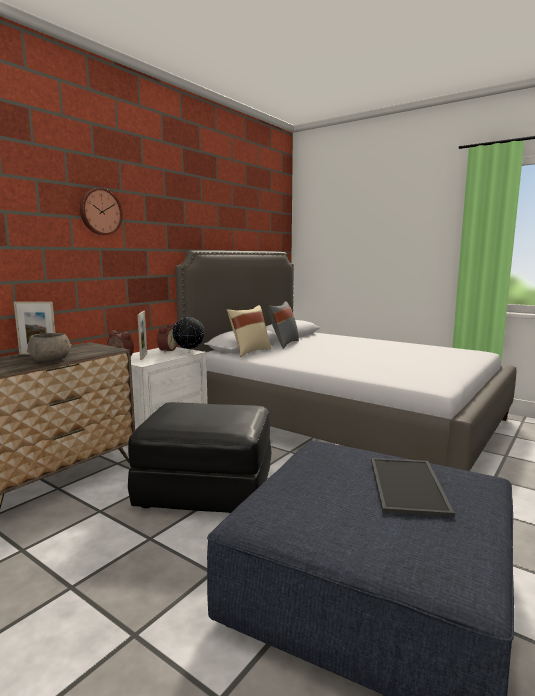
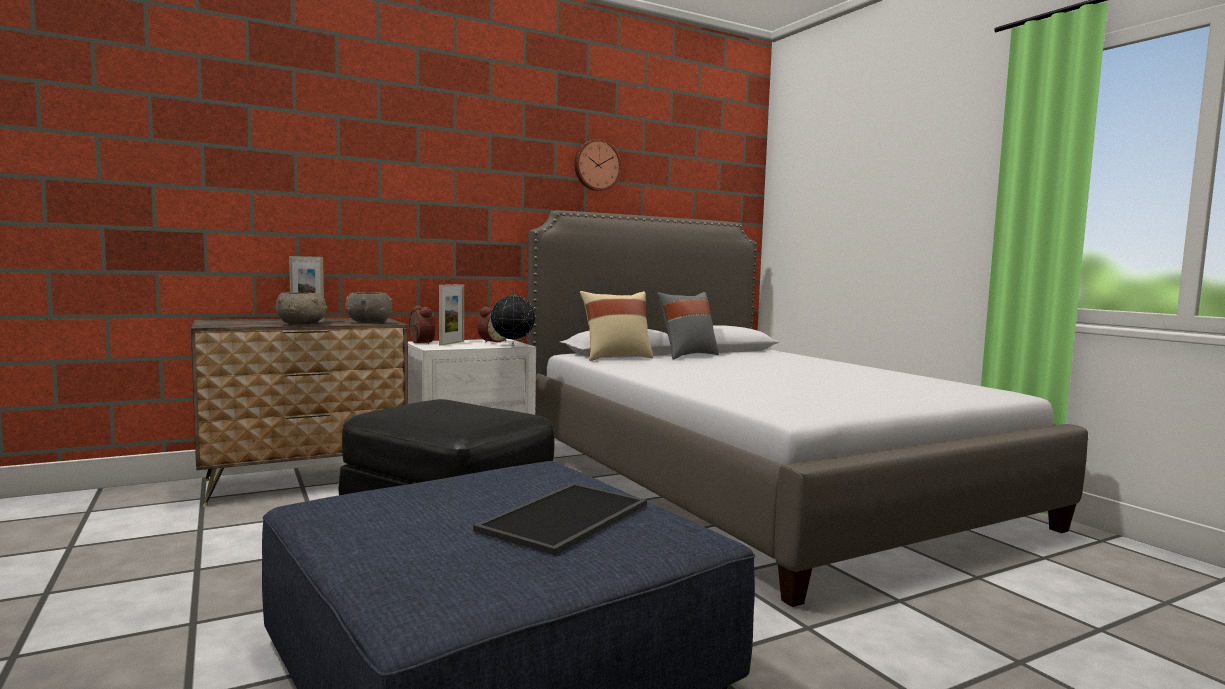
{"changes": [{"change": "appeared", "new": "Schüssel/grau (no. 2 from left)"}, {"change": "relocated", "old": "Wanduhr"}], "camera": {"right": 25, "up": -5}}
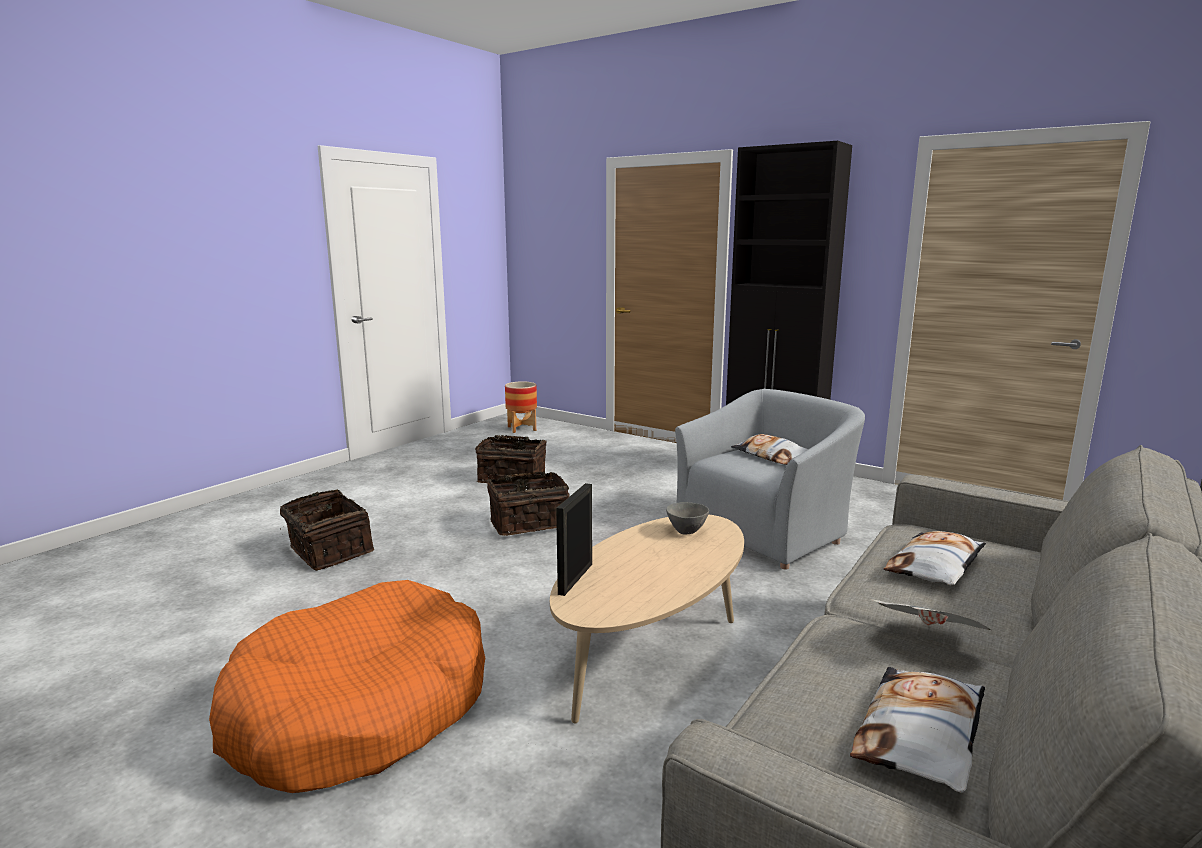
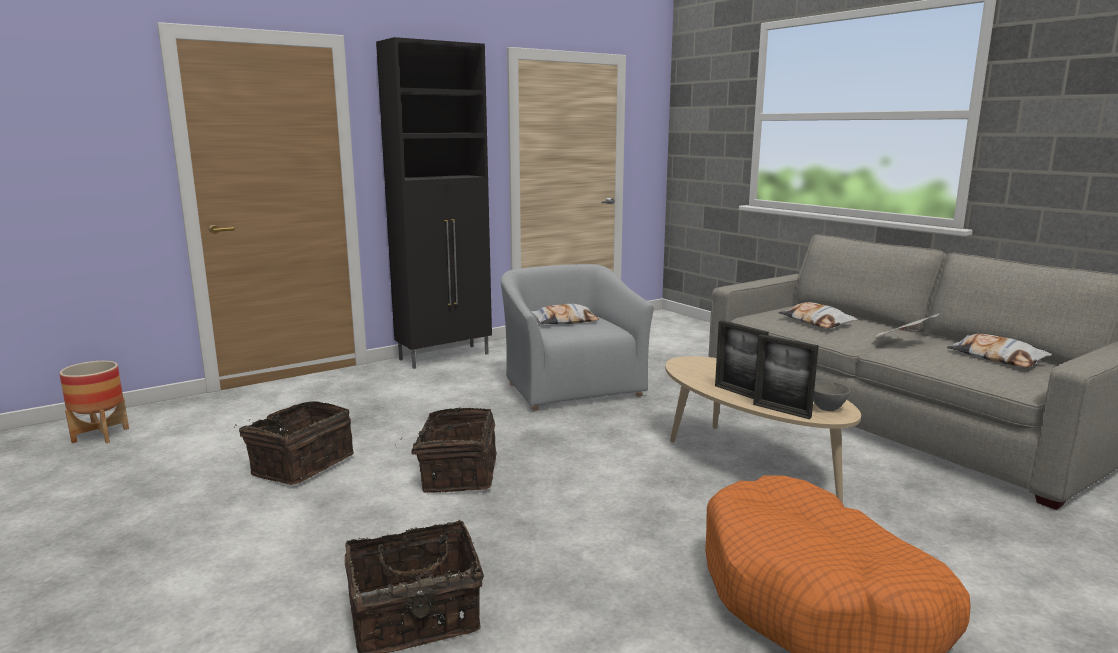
{"changes": [{"change": "appeared", "new": "Bilderrahmen (no. 1 from left)"}, {"change": "relocated", "old": "Schüssel/grau"}], "camera": {"right": -70, "up": 0}}
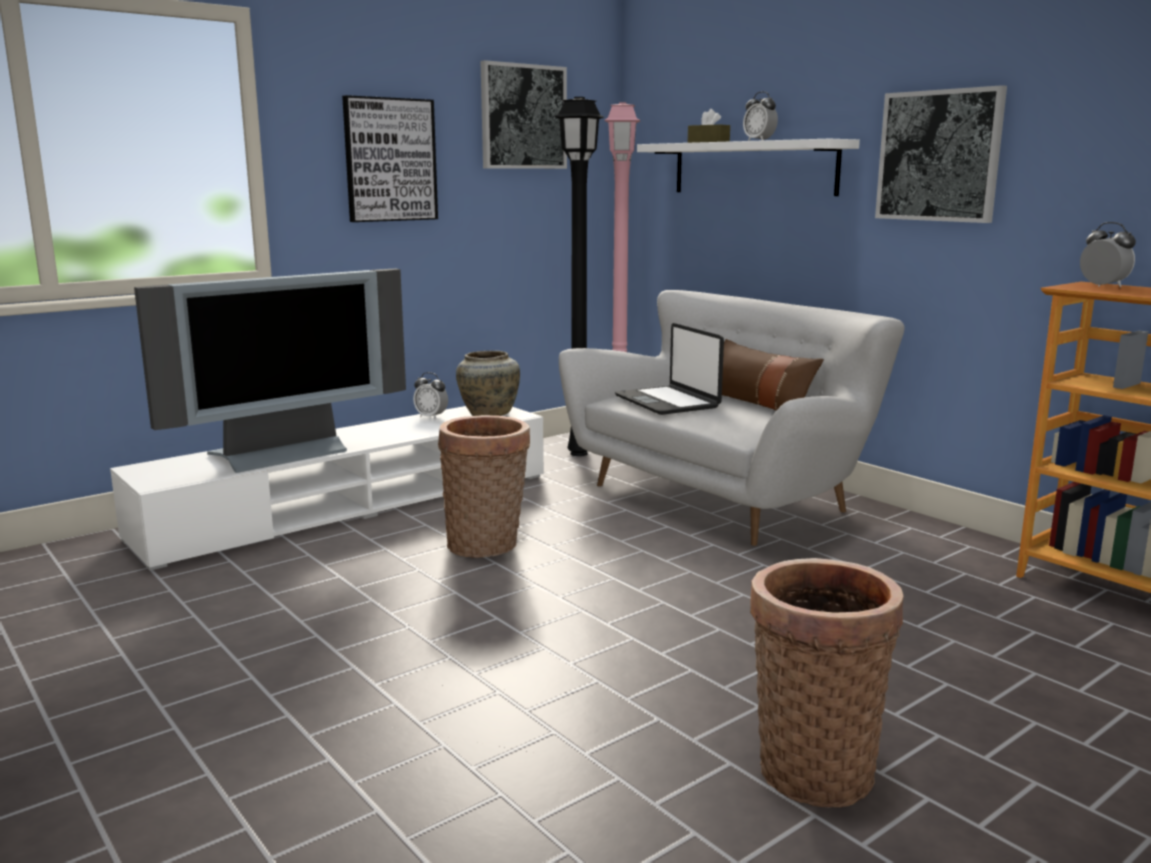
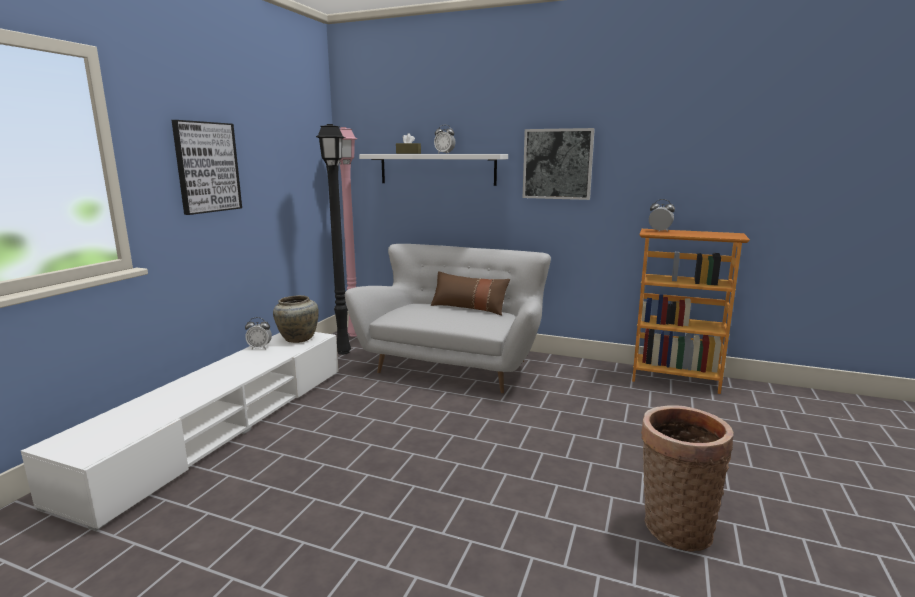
{"changes": [{"change": "missing", "old": "Fernseher"}, {"change": "missing", "old": "Korb (no. 1 from left)"}, {"change": "missing", "old": "Bild (no. 2 from left)"}, {"change": "missing", "old": "Laptop"}], "camera": {"right": -30, "up": 0}}
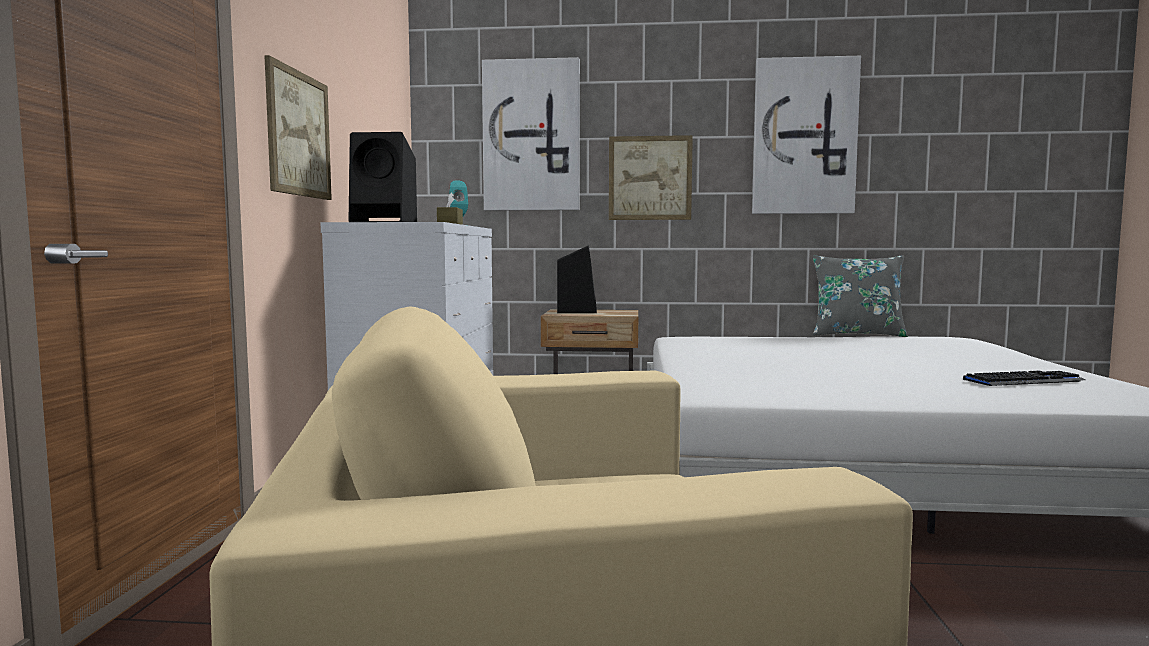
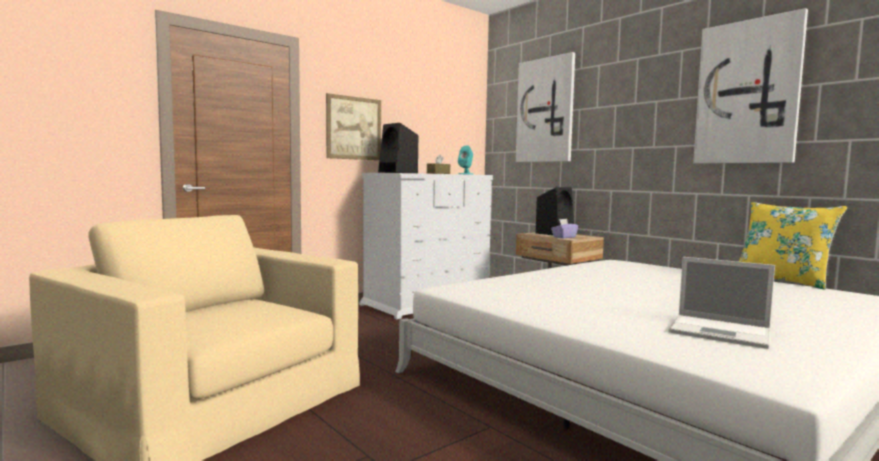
{"changes": [{"change": "appeared", "new": "Taschentuchbox/lila"}, {"change": "exchanged", "old": "Tastatur", "new": "Laptop"}, {"change": "colour", "old": "Kissen/grau", "new": "Kissen/gelb"}, {"change": "missing", "old": "Bild (no. 3 from left)"}], "camera": {"right": 45, "up": 0}}
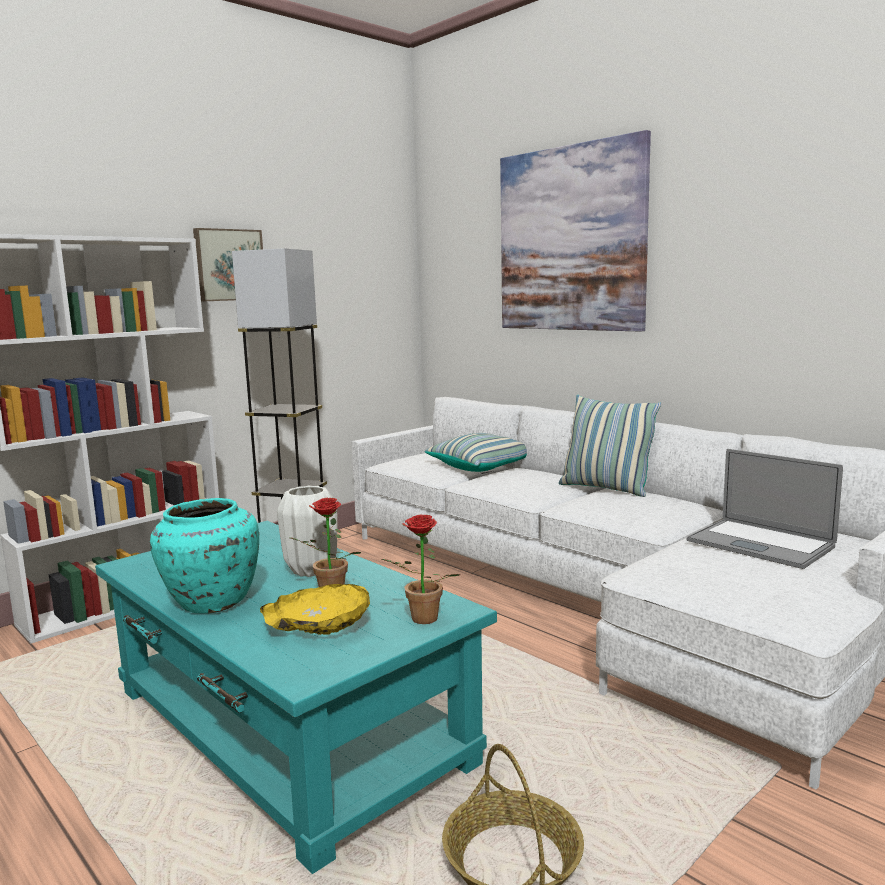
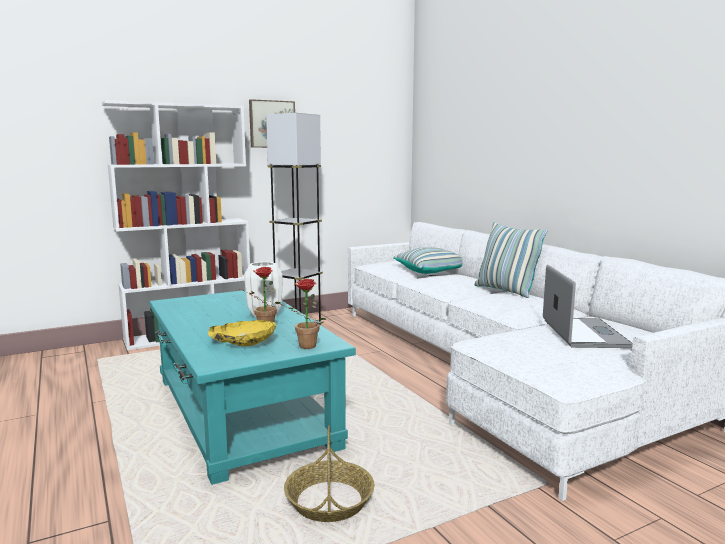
{"changes": [{"change": "spun", "old": "Laptop", "degrees": -150}, {"change": "missing", "old": "Vase/türkis"}, {"change": "missing", "old": "Bild (no. 2 from left)"}], "camera": {"right": 15, "up": 0}}
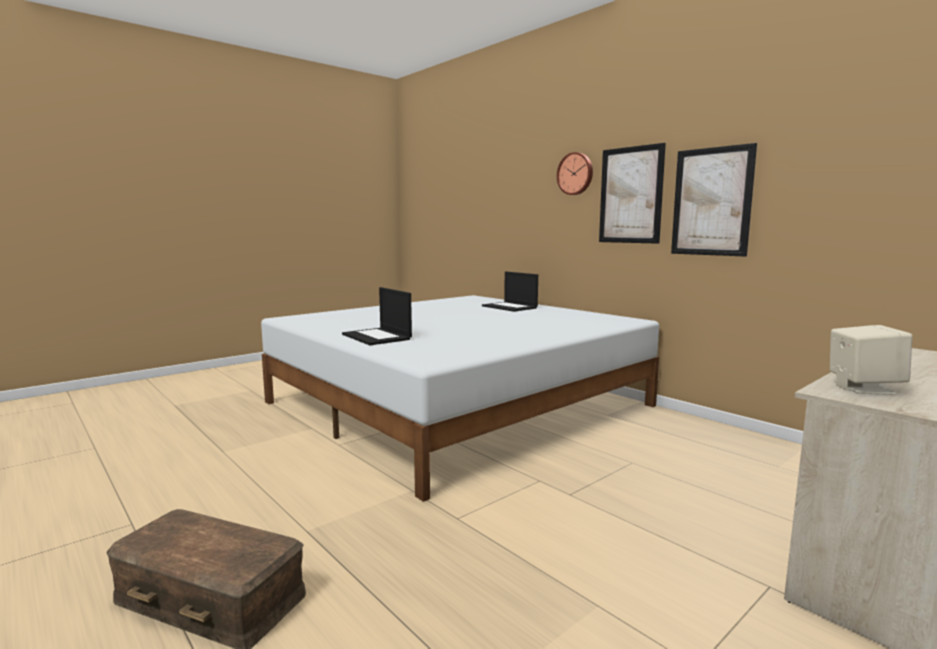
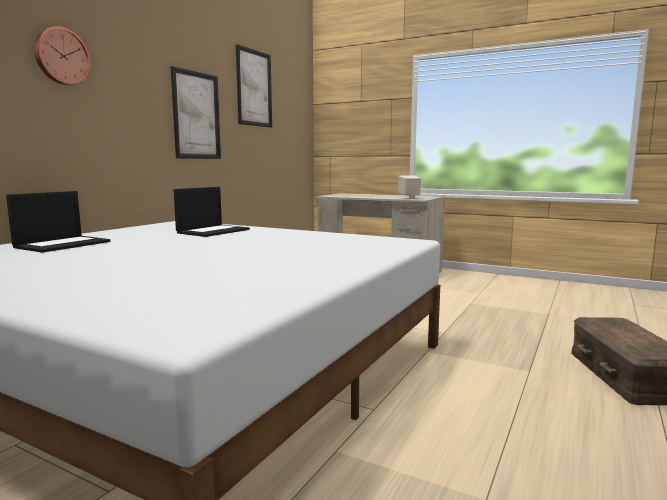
{"changes": [{"change": "relocated", "old": "Laptop (no. 1 from left in the first image)", "new": "Laptop (no. 2 from left)"}, {"change": "relocated", "old": "Bild (no. 1 from left in the first image)", "new": "Bild (no. 2 from left)"}], "camera": {"right": -110, "up": 0}}
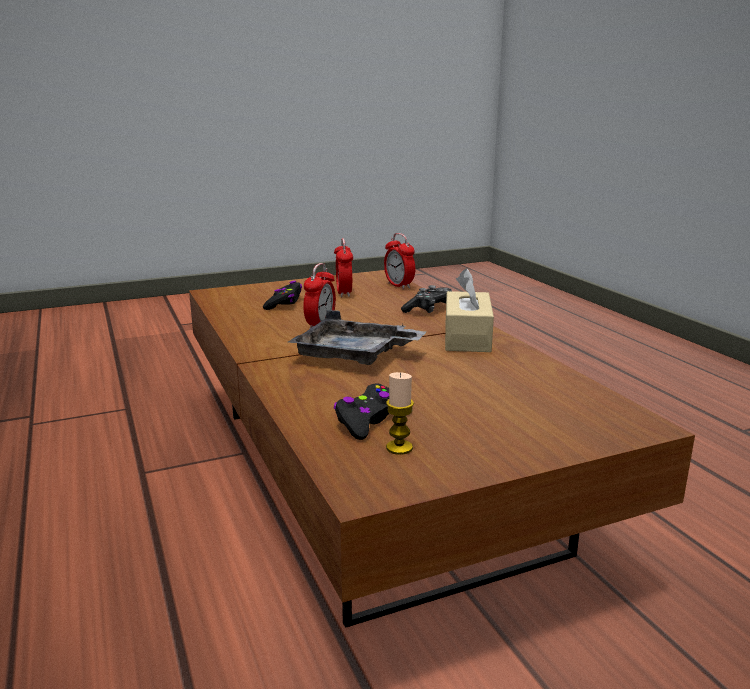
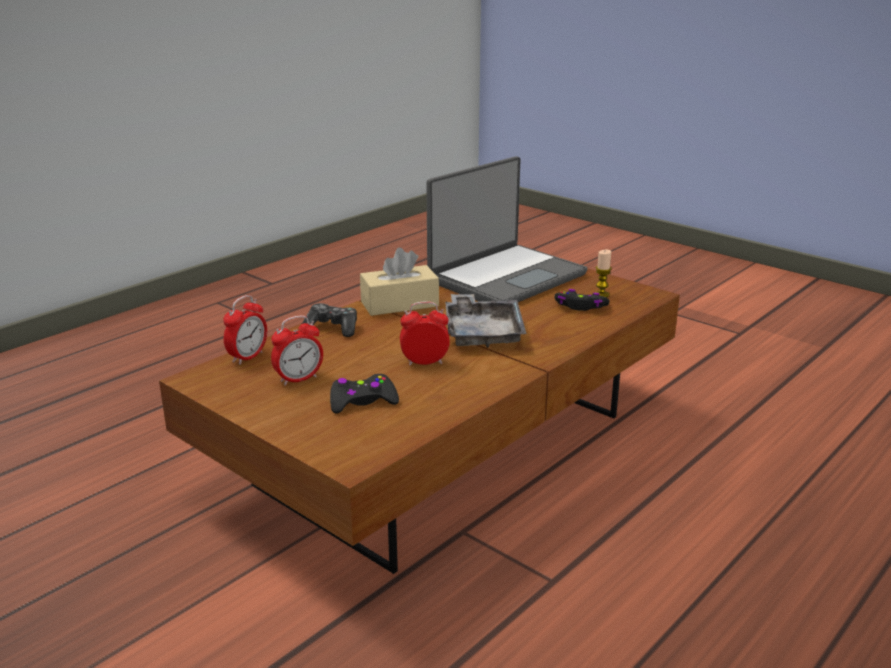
{"changes": [{"change": "appeared", "new": "Laptop"}], "camera": {"right": -115, "up": 5}}
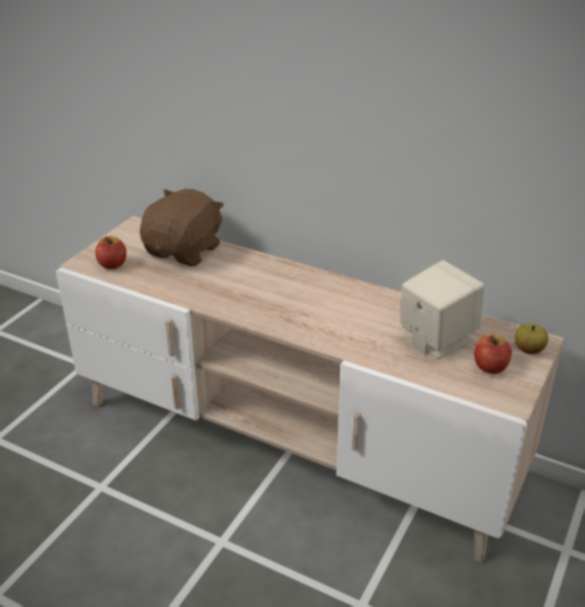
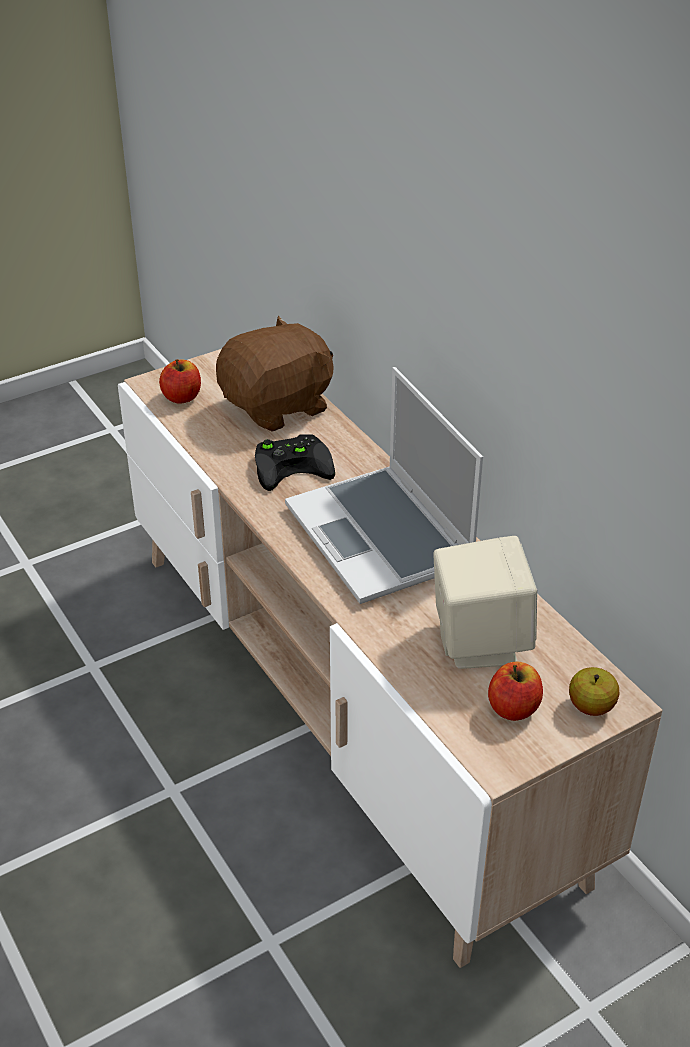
{"changes": [{"change": "appeared", "new": "Gamepad/schwarz"}, {"change": "appeared", "new": "Laptop"}], "camera": {"right": 30, "up": 5}}
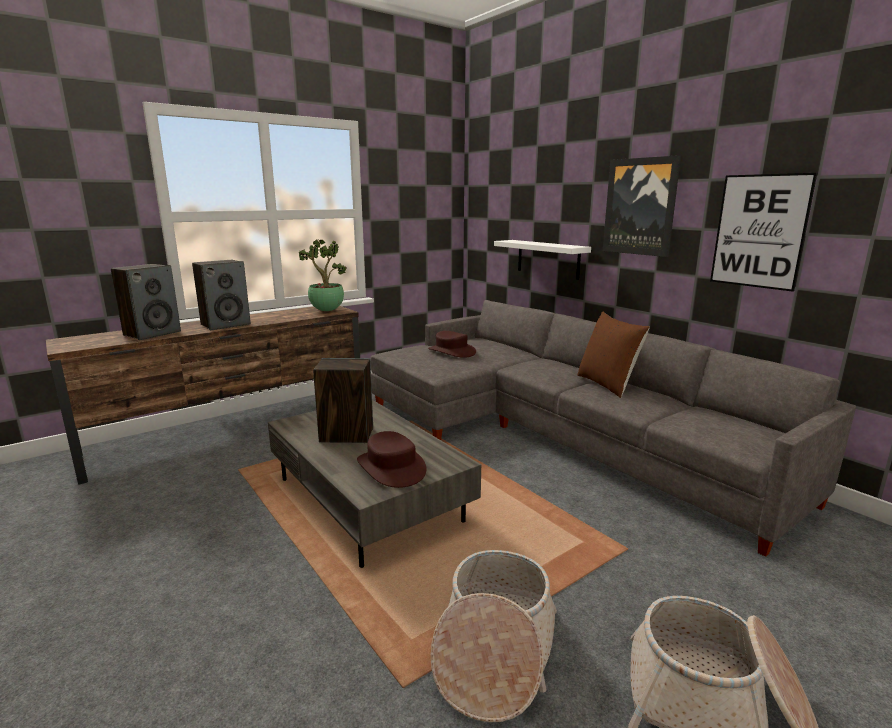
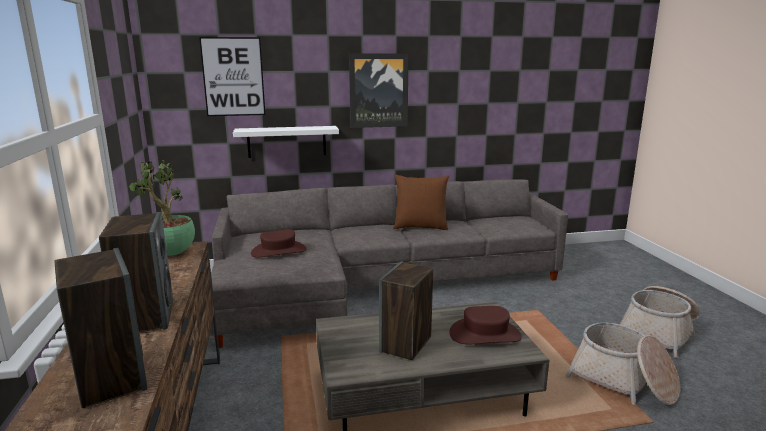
{"changes": [{"change": "relocated", "old": "Bild (no. 2 from left in the first image)", "new": "Bild (no. 1 from left)"}], "camera": {"right": -65, "up": 0}}
